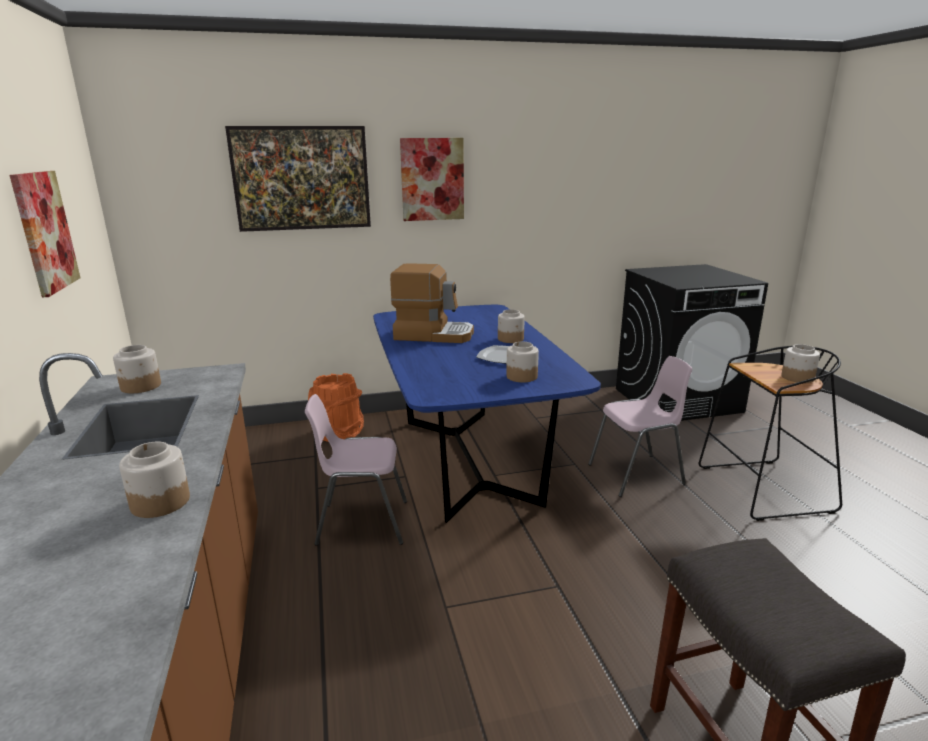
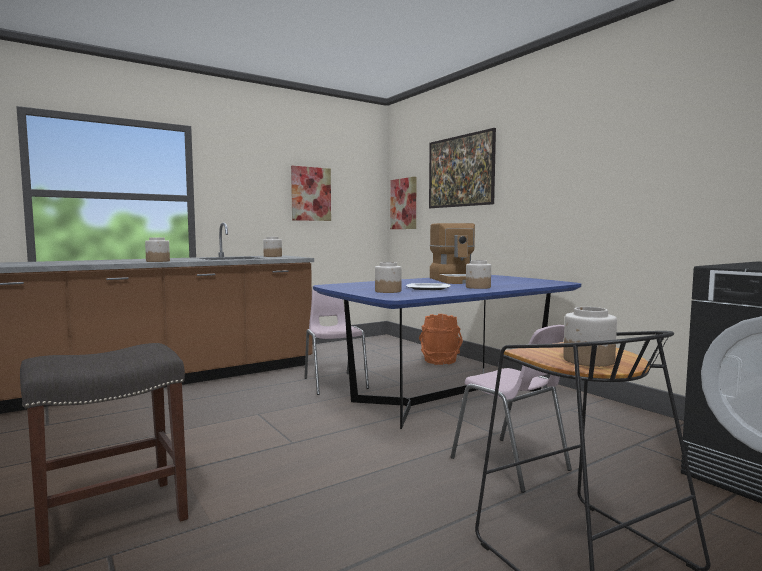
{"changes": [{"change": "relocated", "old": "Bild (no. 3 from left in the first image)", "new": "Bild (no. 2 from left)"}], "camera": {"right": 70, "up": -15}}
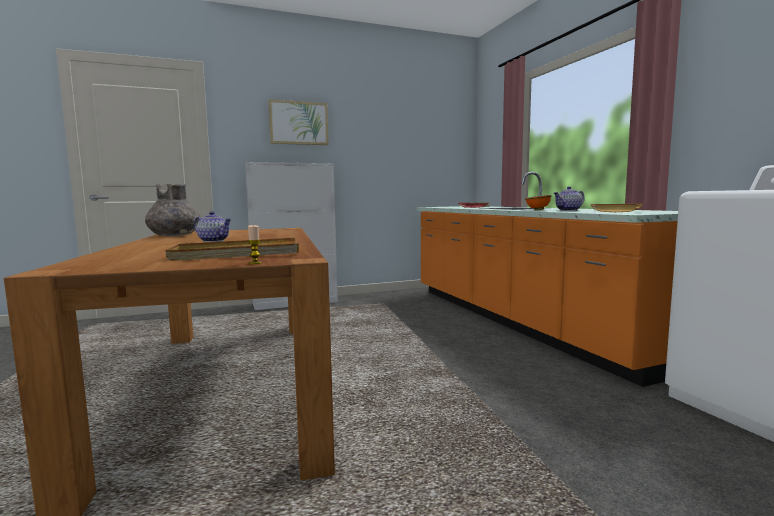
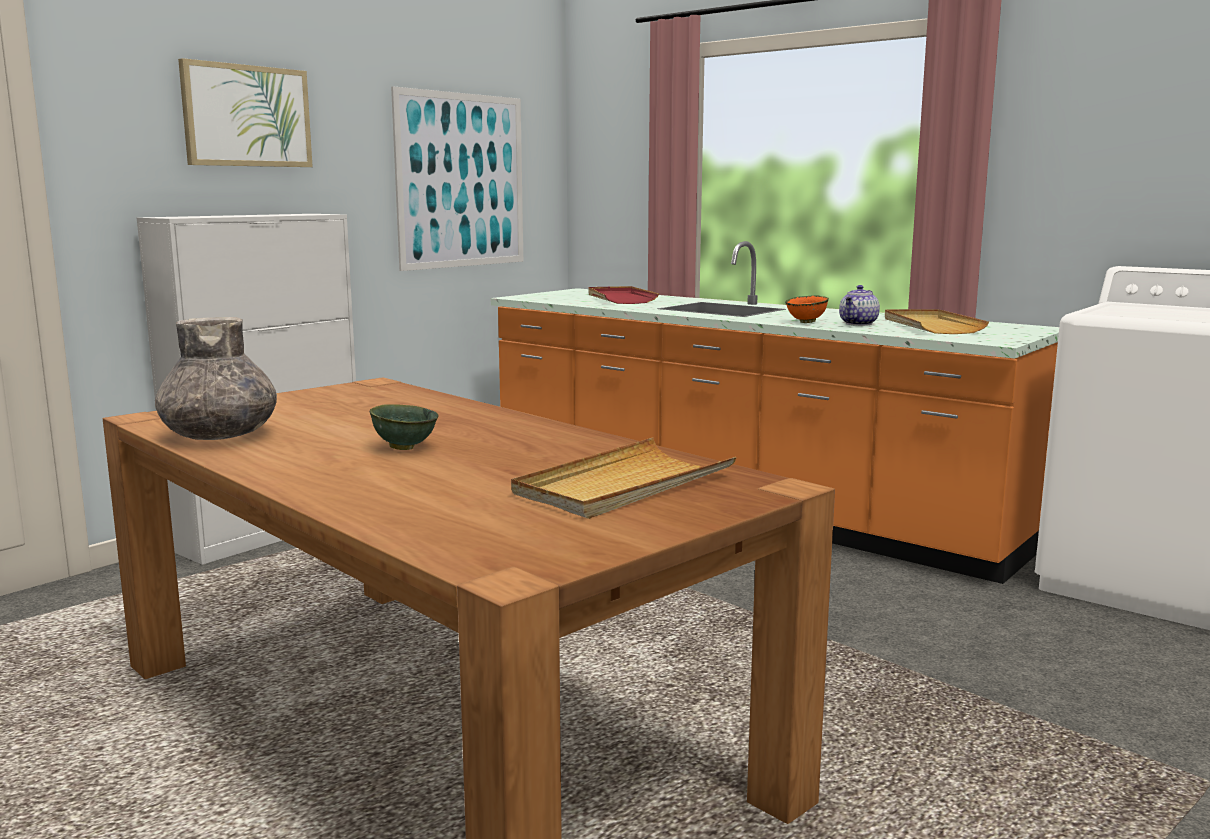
{"changes": [{"change": "exchanged", "old": "Teekanne (no. 1 from left)", "new": "Schüssel/grün"}, {"change": "appeared", "new": "Bild (no. 2 from left)"}, {"change": "missing", "old": "Kerze"}], "camera": {"right": -30, "up": 5}}
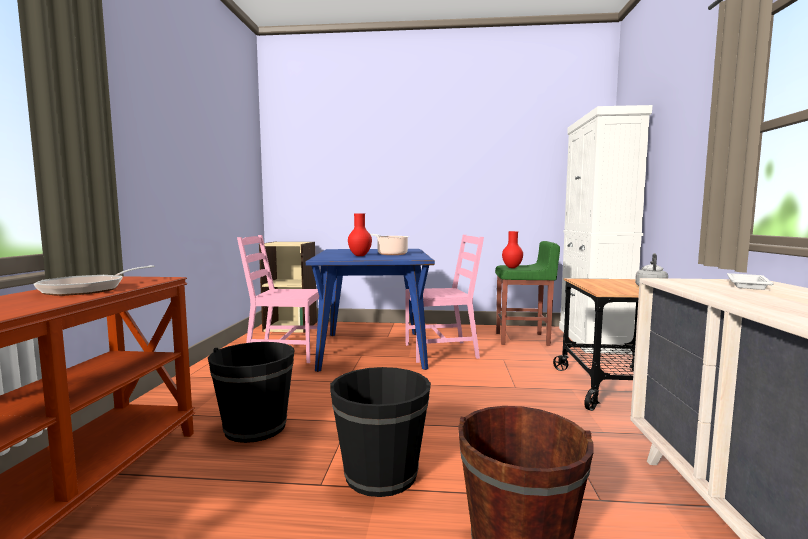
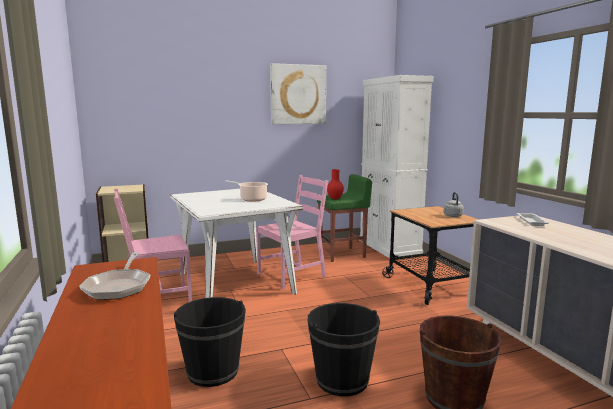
{"changes": [{"change": "colour", "old": "Esstisch/blau", "new": "Esstisch/weiß"}, {"change": "appeared", "new": "Bild"}, {"change": "missing", "old": "Vase/rot (no. 1 from left)"}], "camera": {"right": -25, "up": 5}}
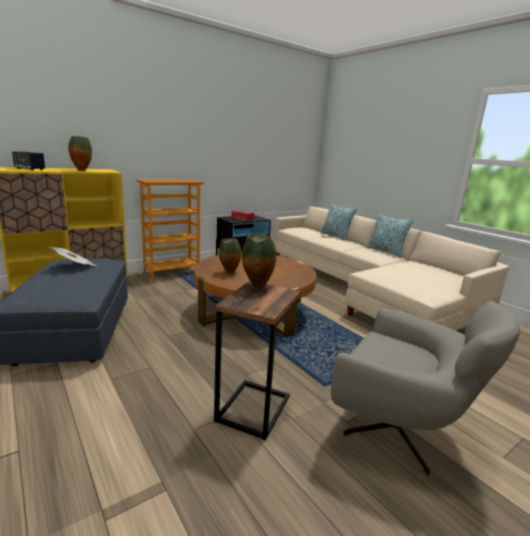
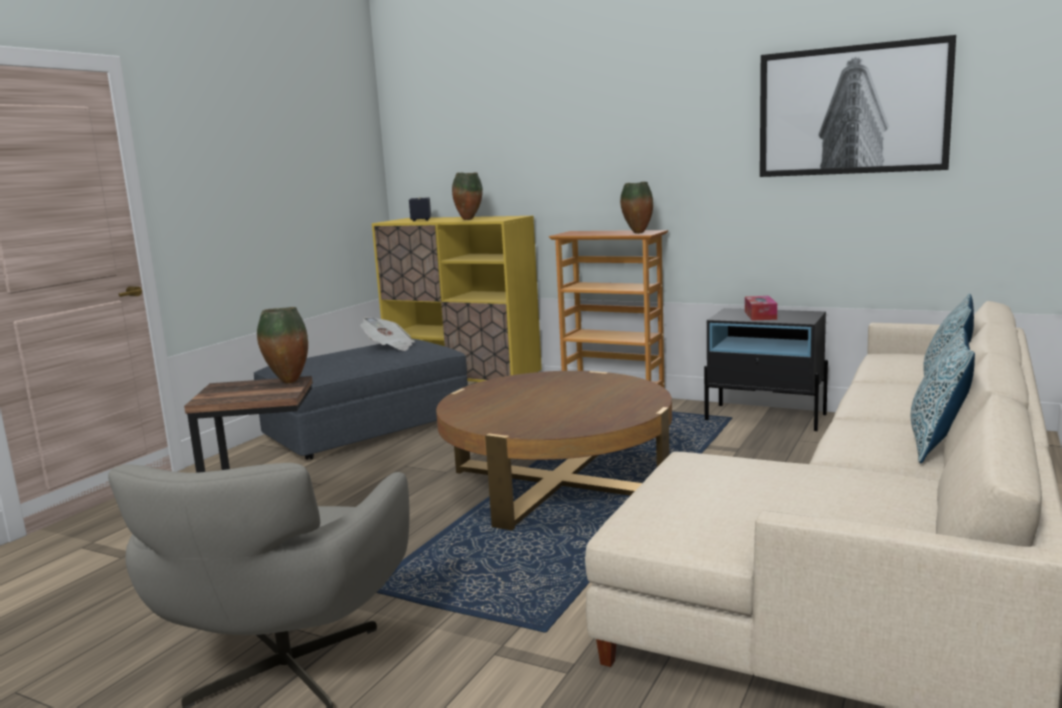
{"changes": [{"change": "relocated", "old": "Vase (no. 2 from left in the first image)", "new": "Vase (no. 3 from left)"}, {"change": "appeared", "new": "Bild"}], "camera": {"right": 65, "up": -5}}
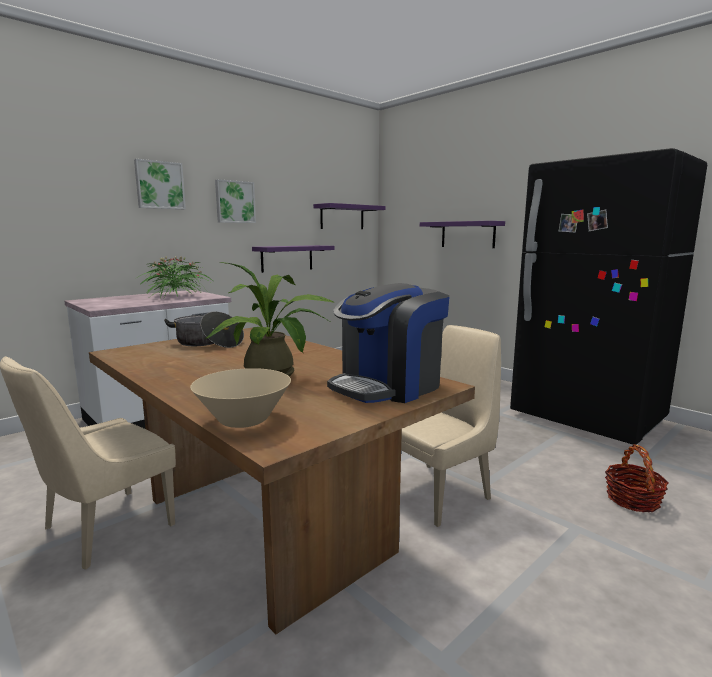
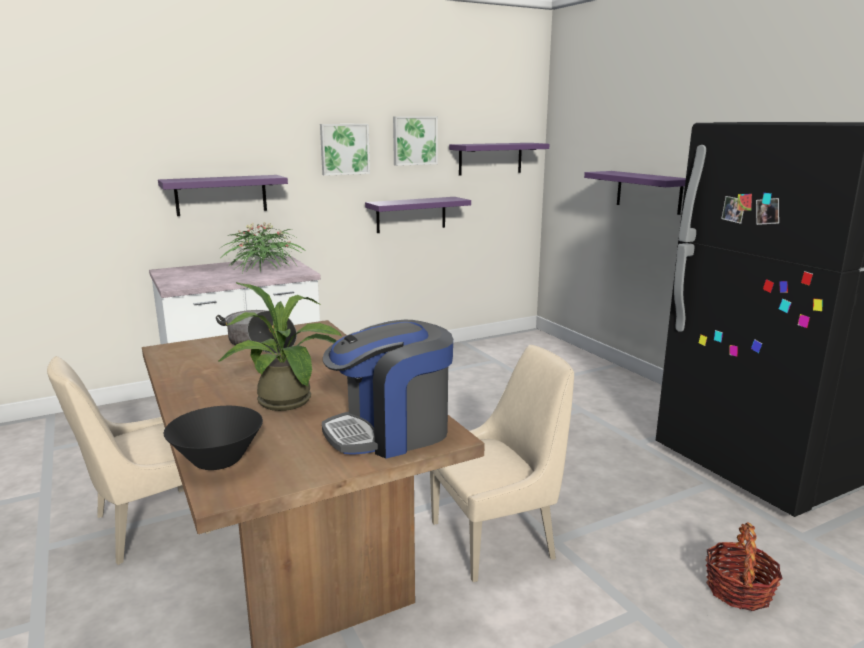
{"changes": [{"change": "appeared", "new": "Wandregal/lila (no. 1 from left)"}, {"change": "colour", "old": "Schüssel/beige", "new": "Schüssel/schwarz"}, {"change": "relocated", "old": "Bild (no. 1 from left in the first image)", "new": "Bild (no. 2 from left)"}], "camera": {"right": 15, "up": 5}}
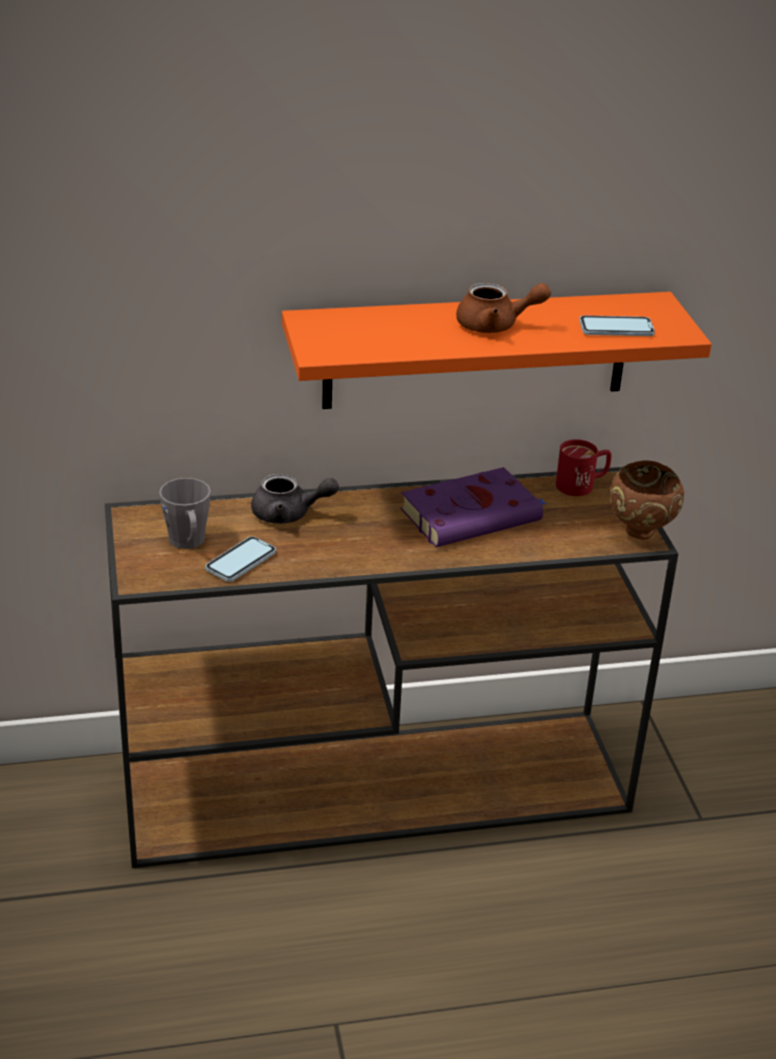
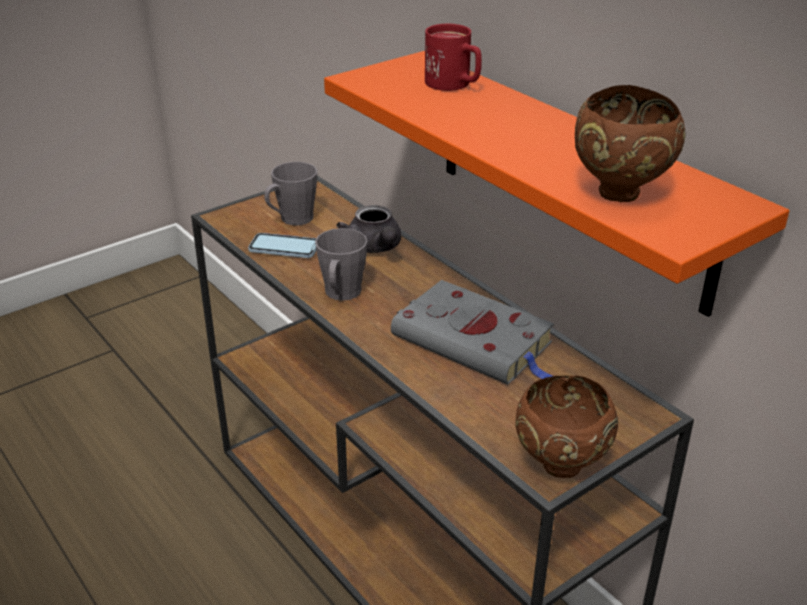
{"changes": [{"change": "appeared", "new": "Henkelbecher/grau (no. 2 from left)"}, {"change": "colour", "old": "Buch/lila", "new": "Buch/grau"}, {"change": "relocated", "old": "Henkelbecher/rot"}, {"change": "exchanged", "old": "Handy (no. 2 from left)", "new": "Schüssel/braun (no. 2 from left)"}, {"change": "missing", "old": "Teekanne/braun"}], "camera": {"right": 65, "up": 0}}
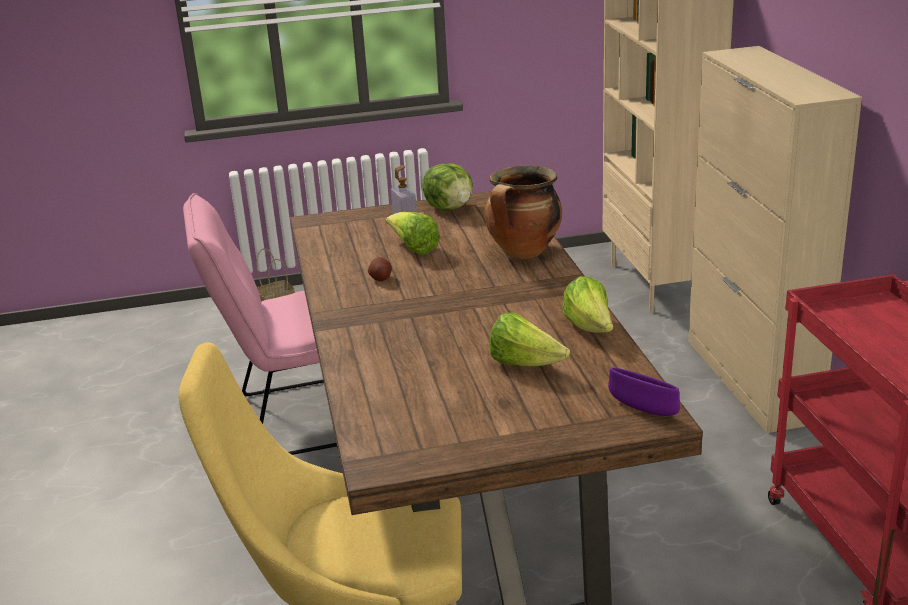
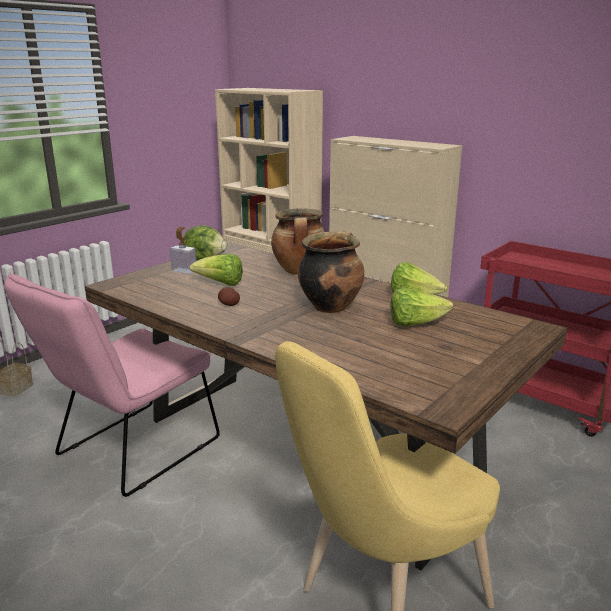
{"changes": [{"change": "appeared", "new": "Kochtopf (no. 2 from left)"}, {"change": "missing", "old": "Schüssel/lila"}], "camera": {"right": -40, "up": -5}}
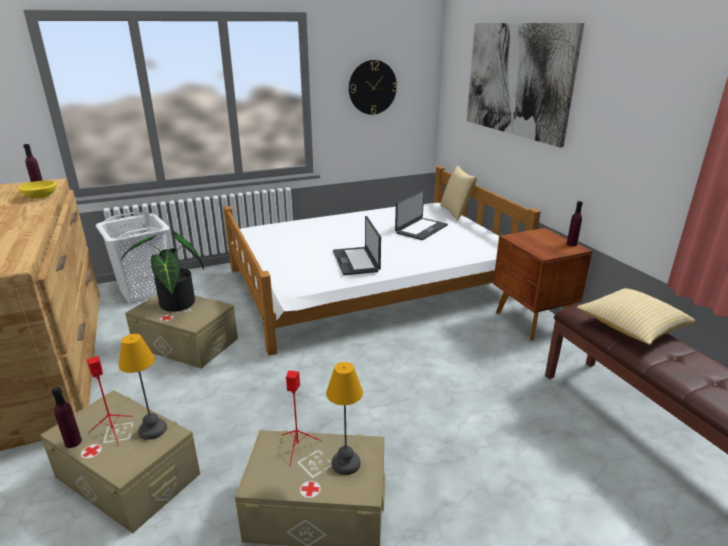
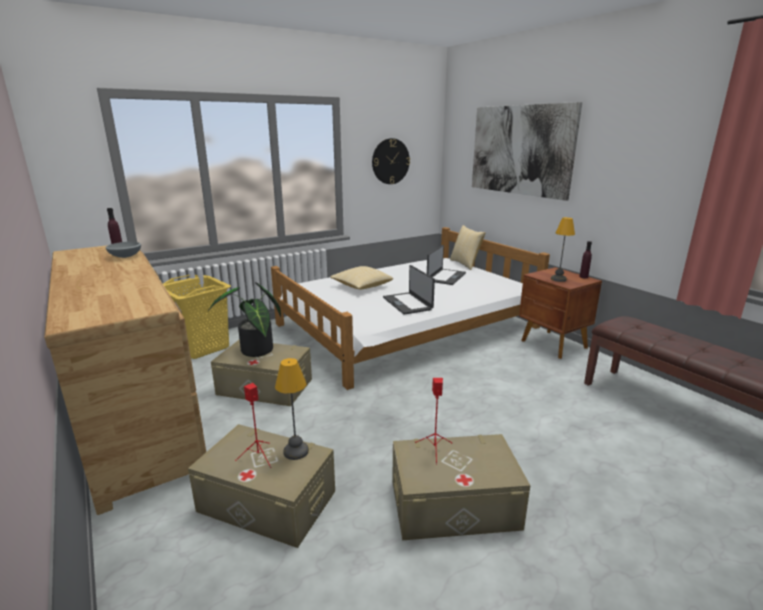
{"changes": [{"change": "colour", "old": "Schüssel/gelb", "new": "Schüssel/grau"}, {"change": "colour", "old": "Wäschekorb/weiß", "new": "Wäschekorb/gelb"}, {"change": "relocated", "old": "Kissen (no. 2 from left in the first image)", "new": "Kissen (no. 1 from left)"}, {"change": "relocated", "old": "Tischlampe (no. 2 from left)"}, {"change": "missing", "old": "Flasche/lila (no. 2 from left)"}], "camera": {"right": -10, "up": -5}}
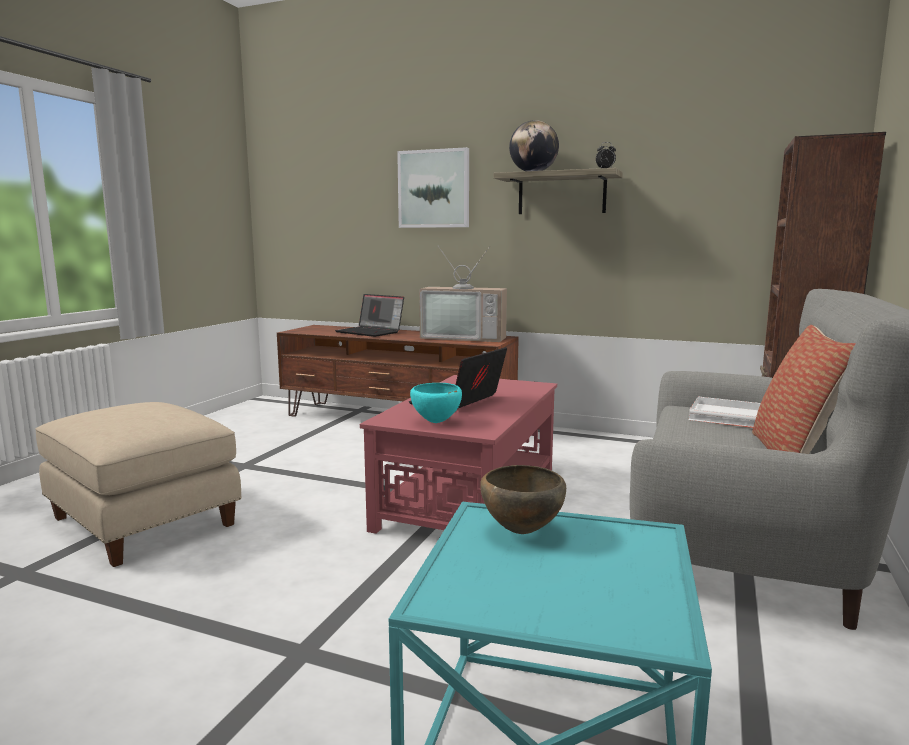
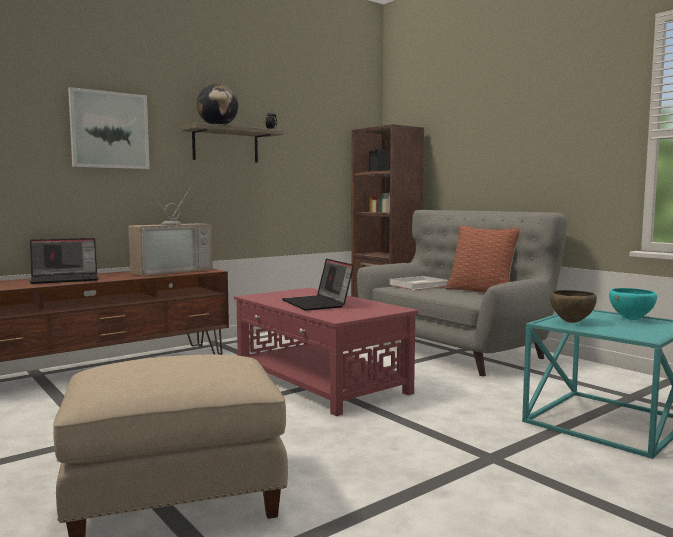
{"changes": [{"change": "relocated", "old": "Schüssel/türkis"}], "camera": {"right": -60, "up": -5}}
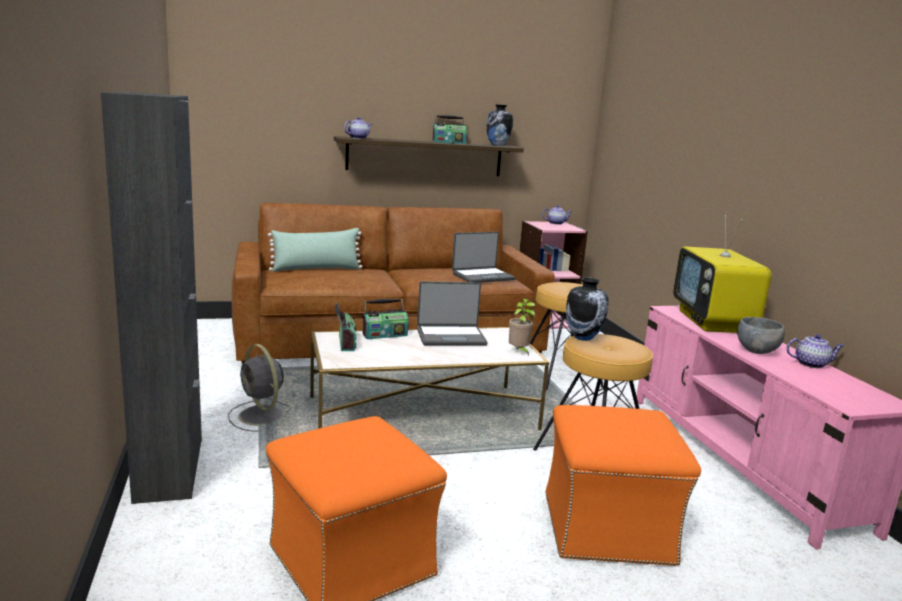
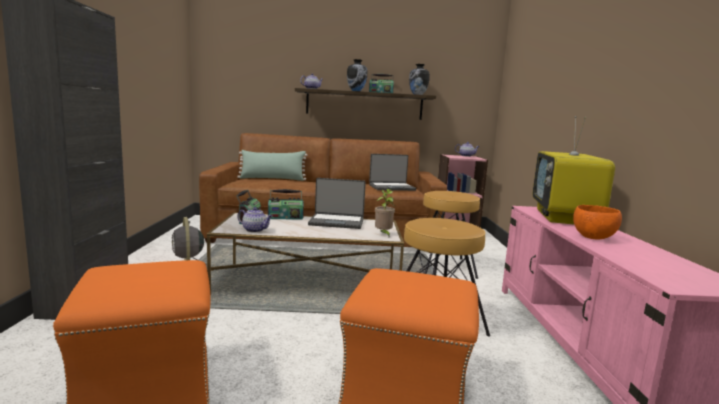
{"changes": [{"change": "relocated", "old": "Teekanne (no. 3 from left in the first image)", "new": "Teekanne (no. 1 from left)"}, {"change": "relocated", "old": "Vase (no. 2 from left in the first image)", "new": "Vase (no. 1 from left)"}, {"change": "colour", "old": "Schüssel/grau", "new": "Schüssel/orange"}], "camera": {"right": 15, "up": -5}}
